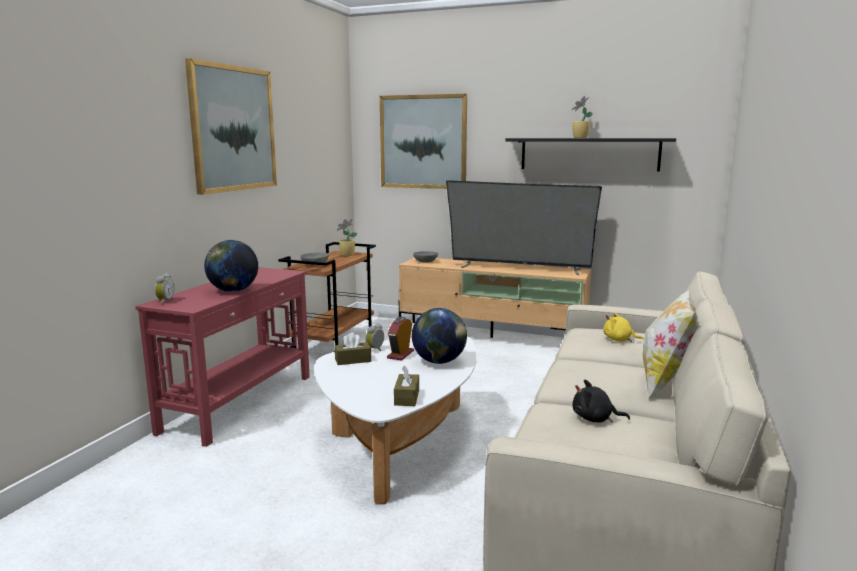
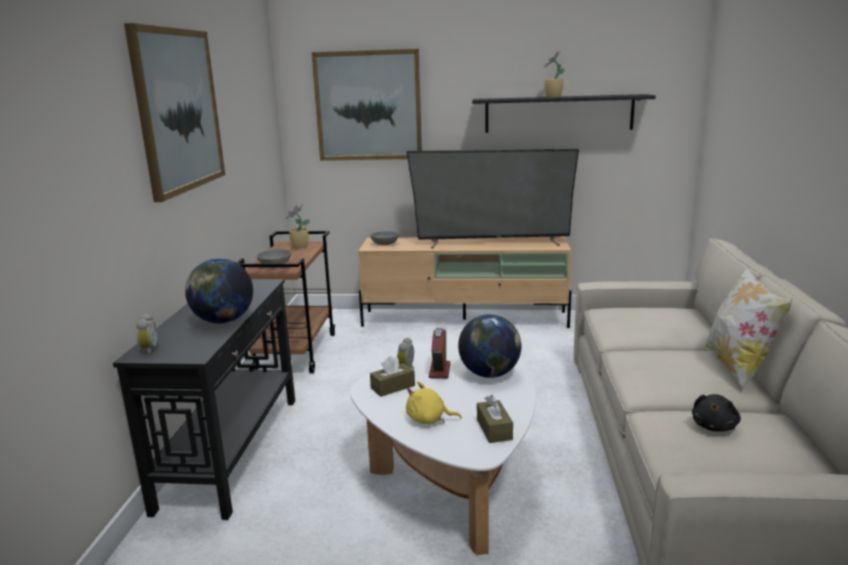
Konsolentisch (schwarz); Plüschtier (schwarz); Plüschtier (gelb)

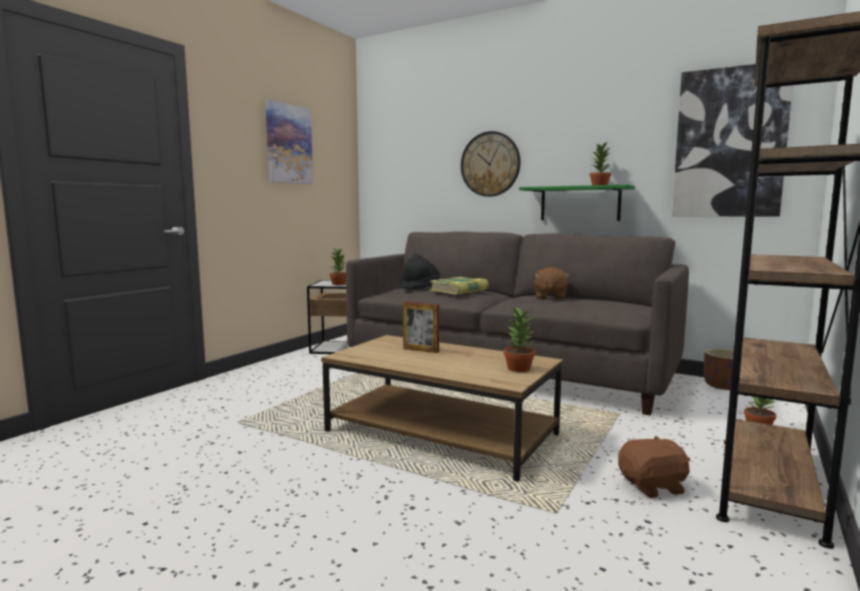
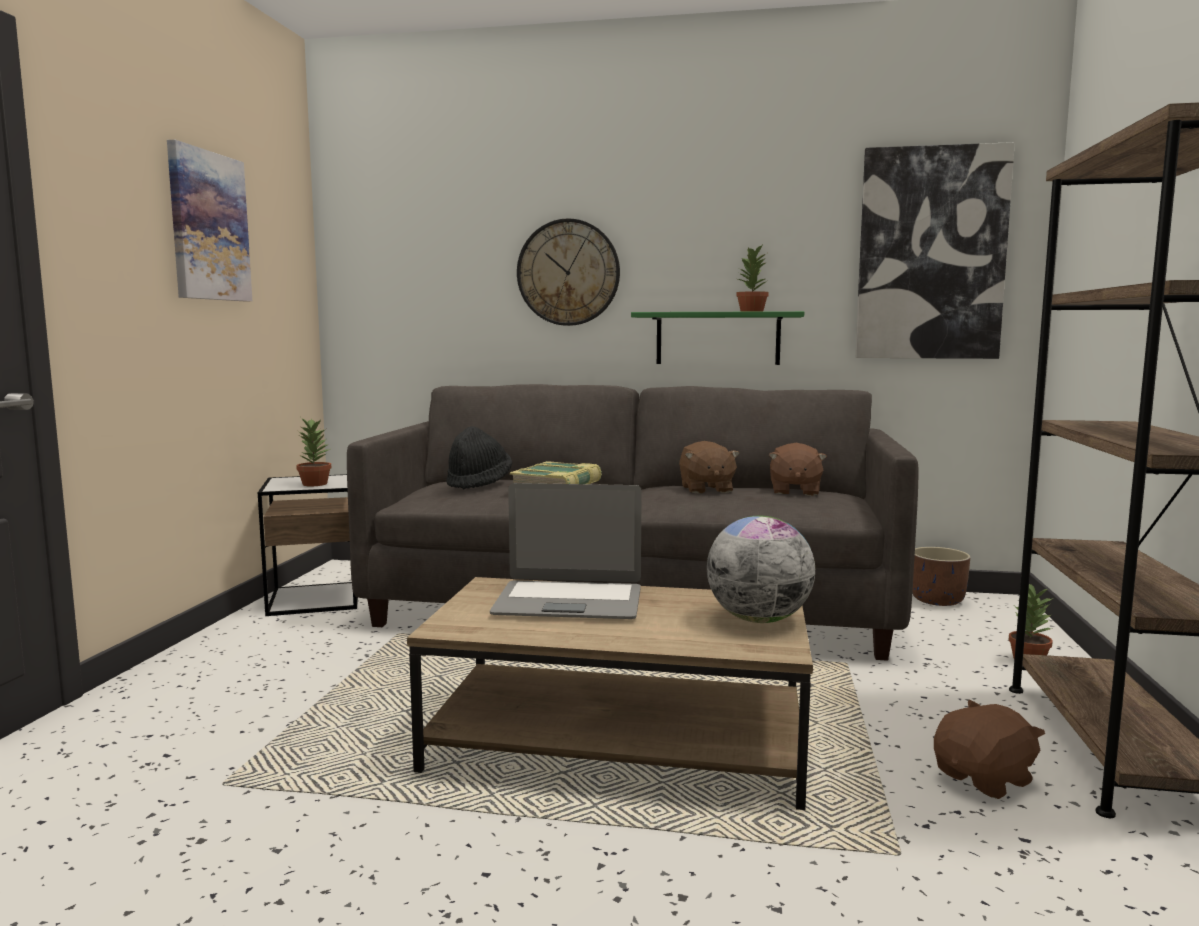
Laptop; Globus; Plüschtier (braun) (2nd from left)

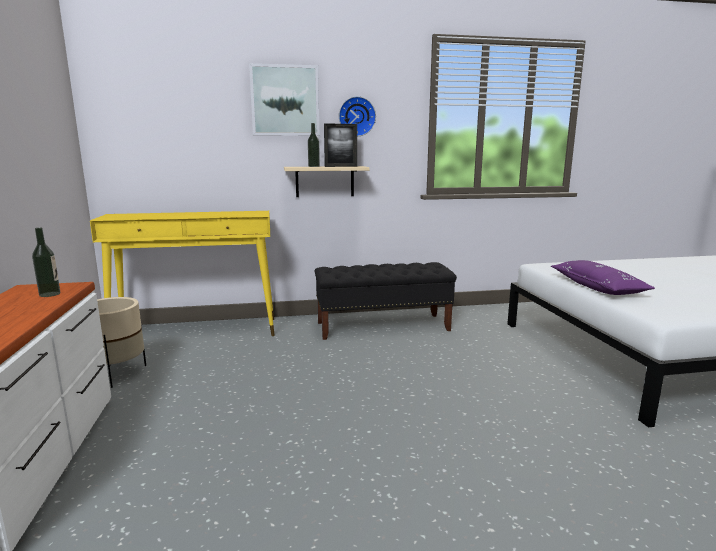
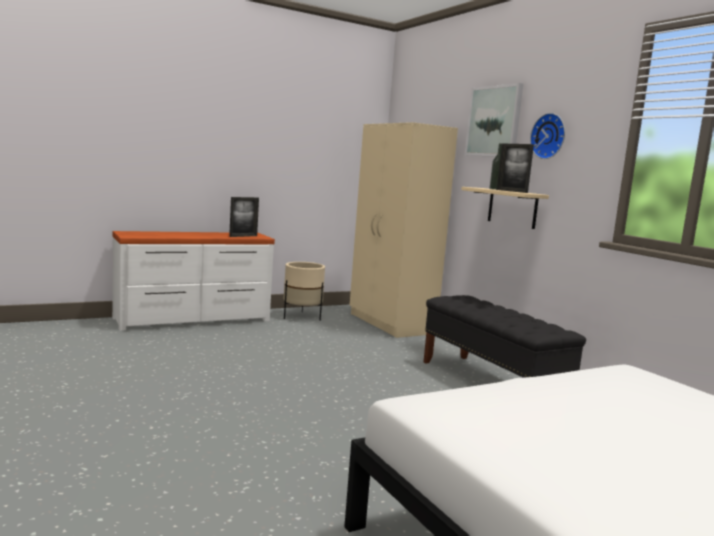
Bilderrahmen (1st from left); Kleiderschrank (beige); Kissen (lila)

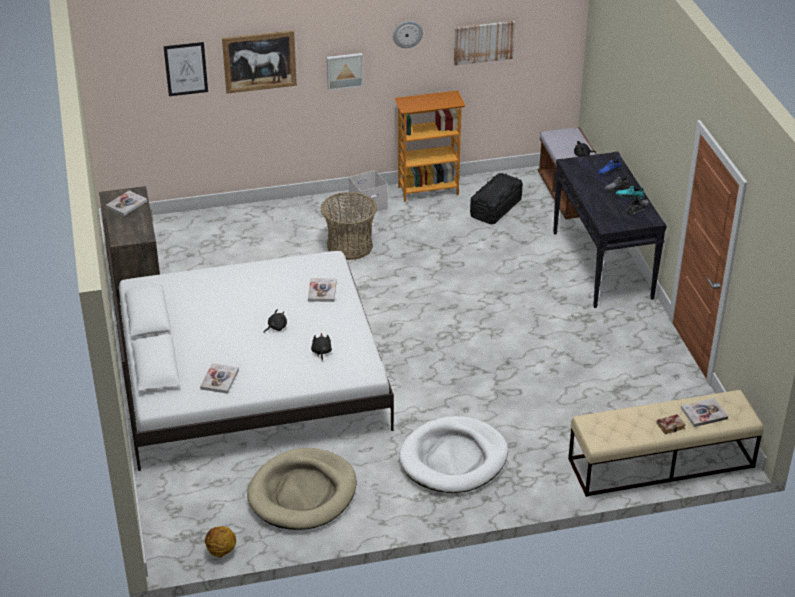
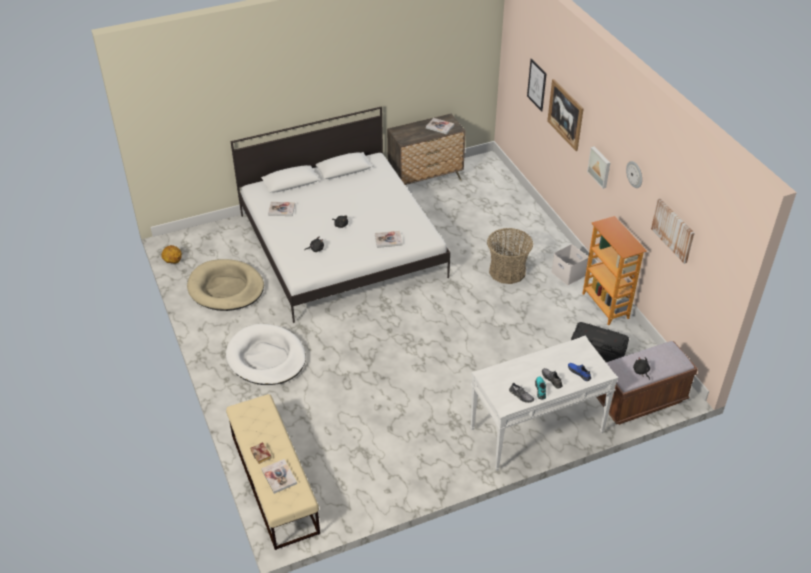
Konsolentisch (weiß)

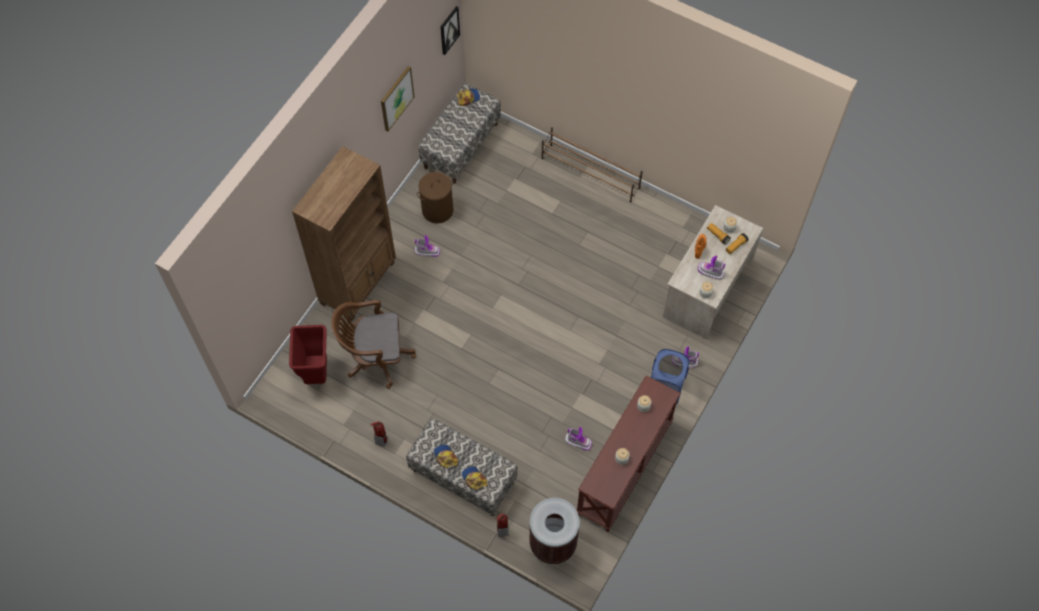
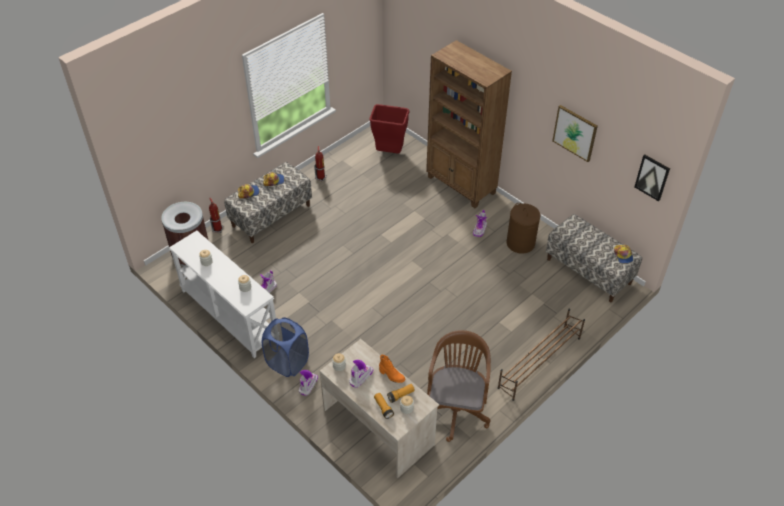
Bürostuhl (braun); Konsolentisch (weiß)

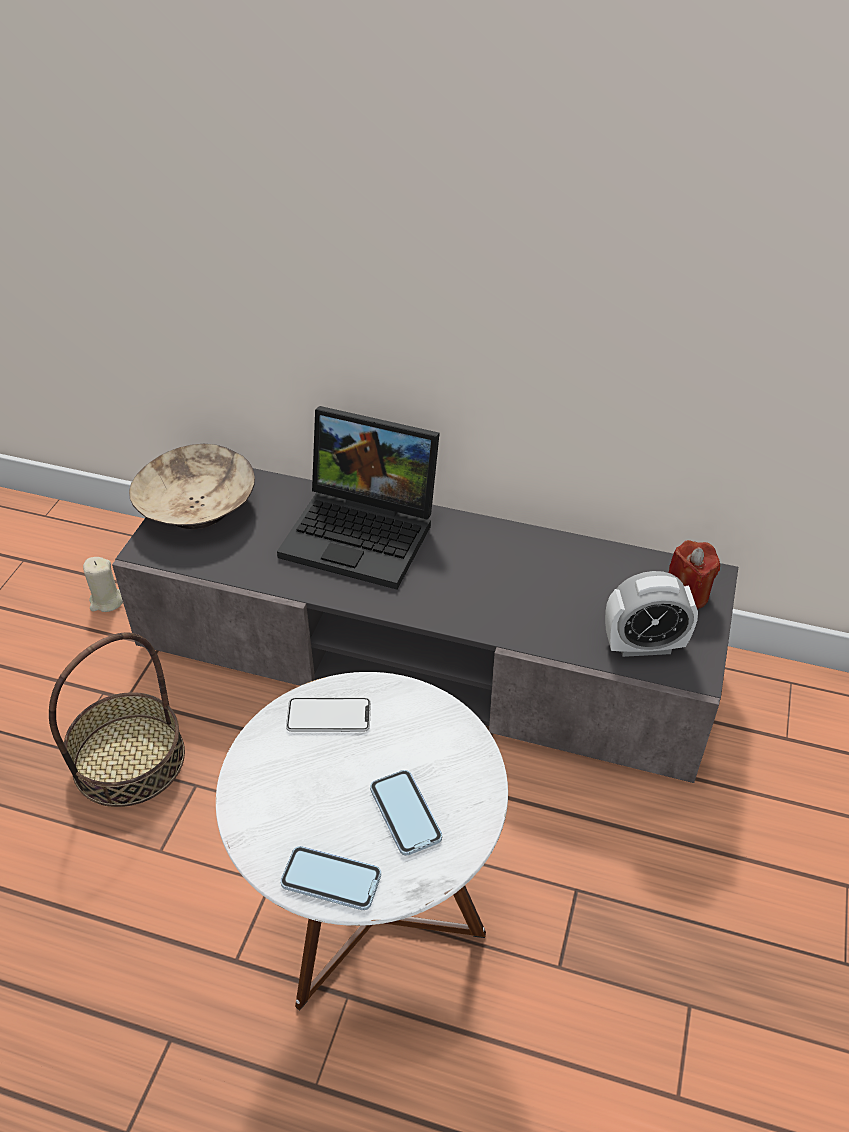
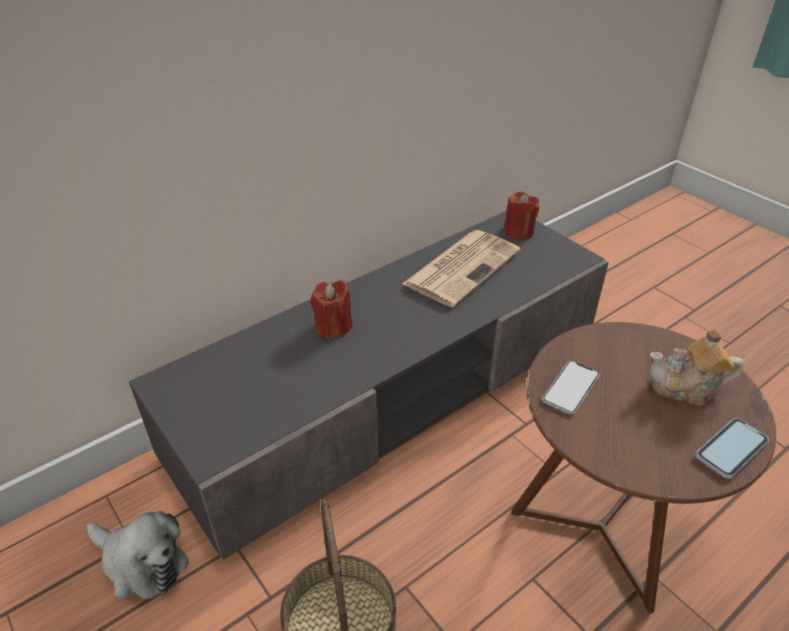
Plüschtier; Schüssel (beige); Beistelltisch (braun); Kerze (rot) (1st from left); Teekanne; Wecker; Zeitung

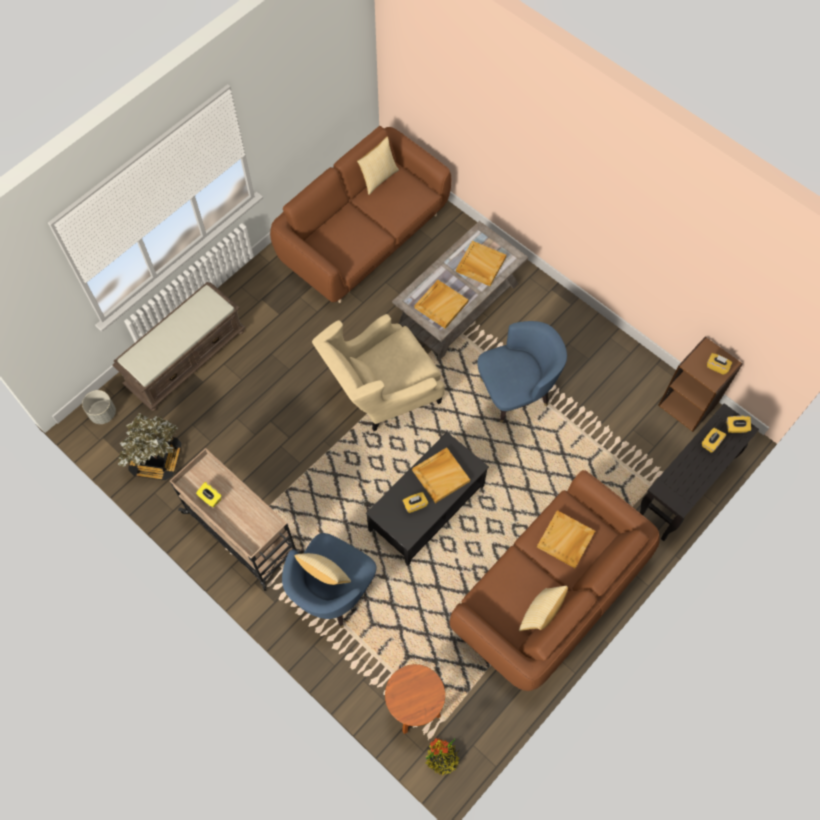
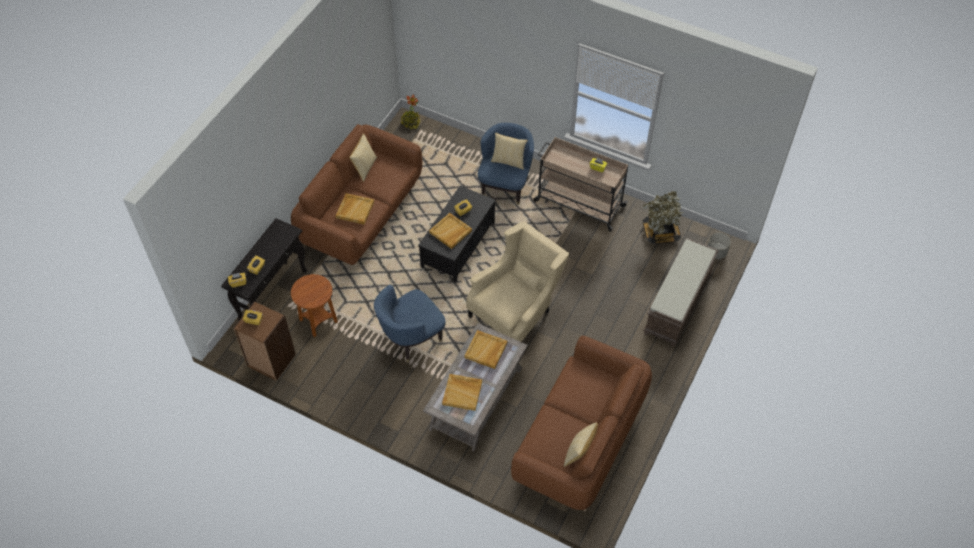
Beistelltisch (braun)

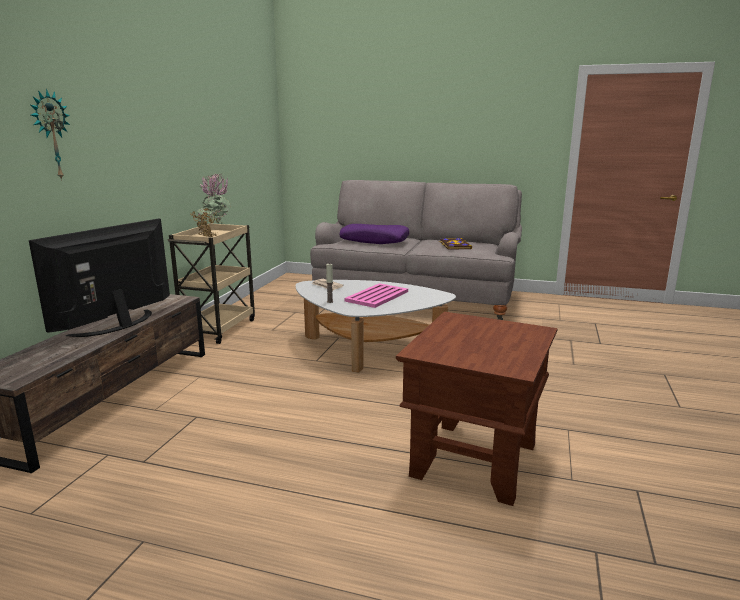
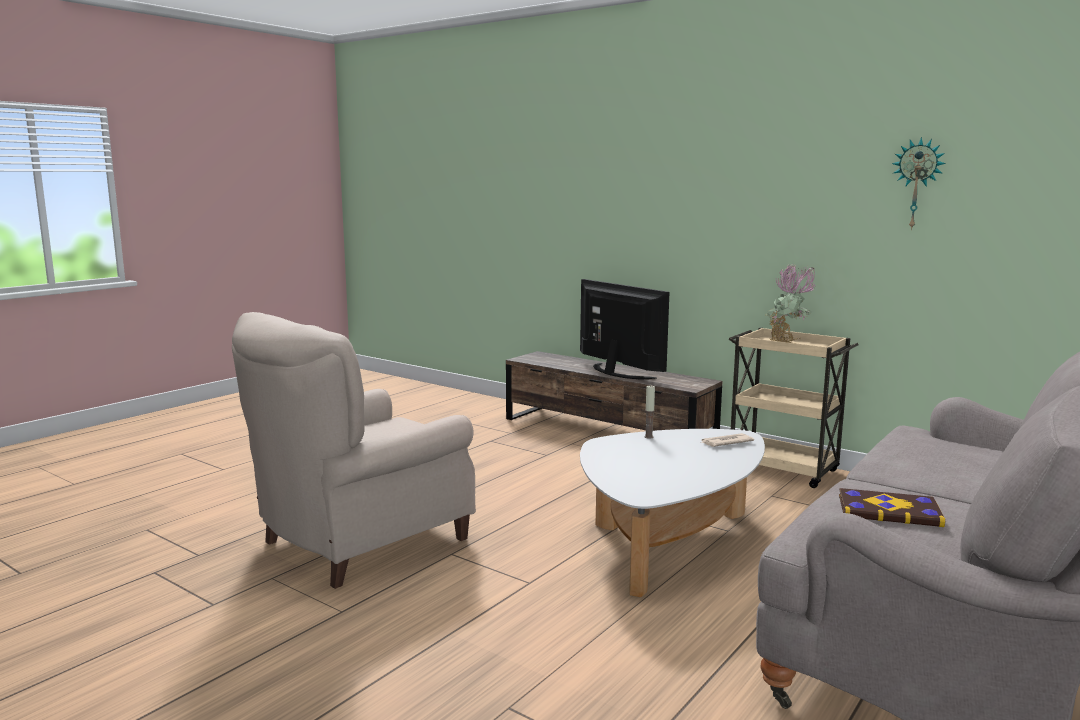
Wanduhr; Kissen (lila); Tablett (rosa); Sessel (beige)

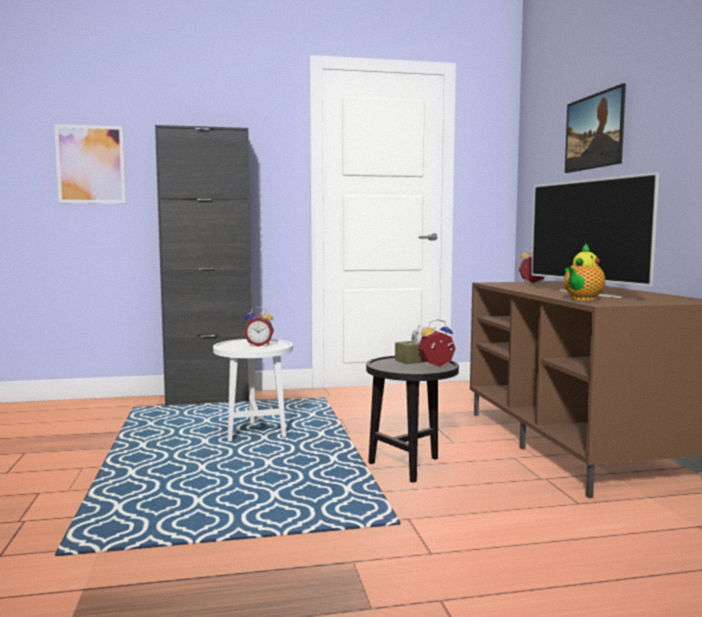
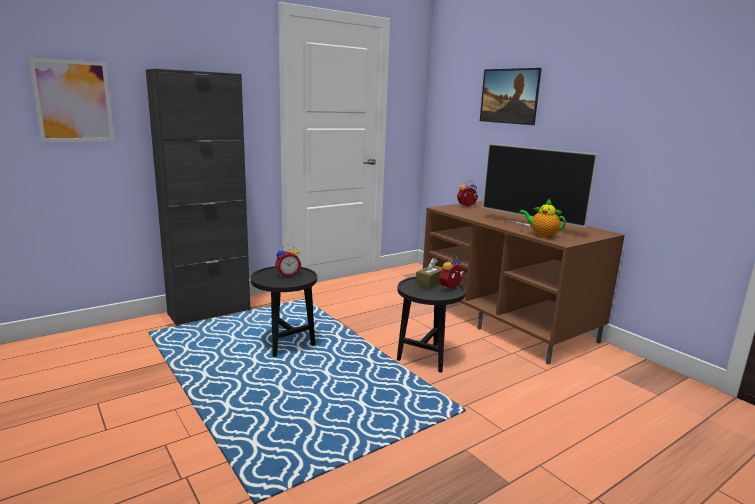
Beistelltisch (schwarz) (1st from left); Teekanne

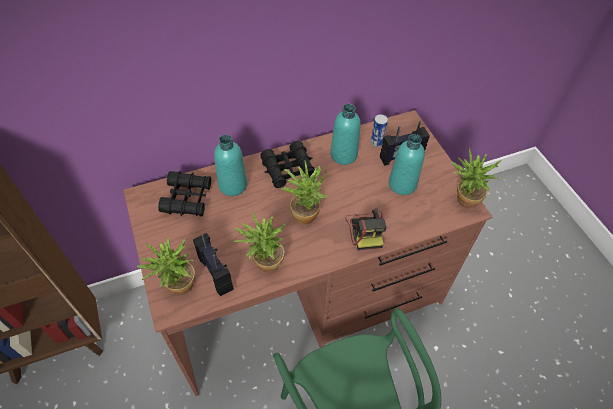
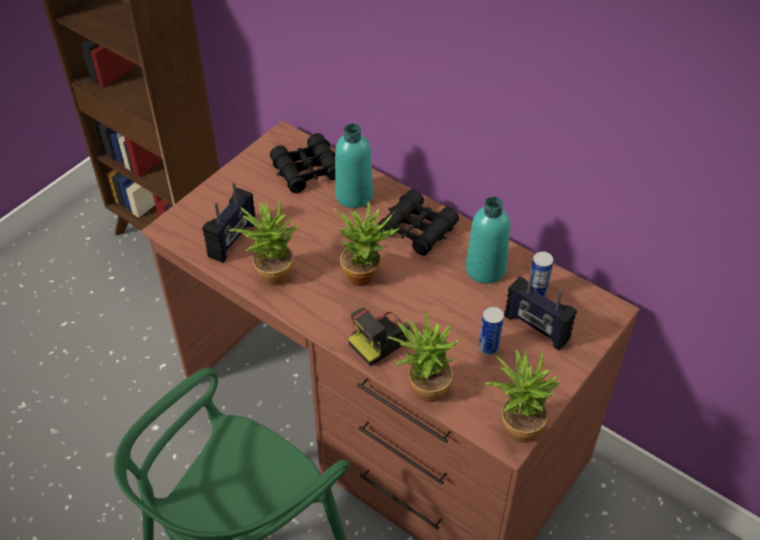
Topfpflanze (3rd from left); Dose (1st from left)

